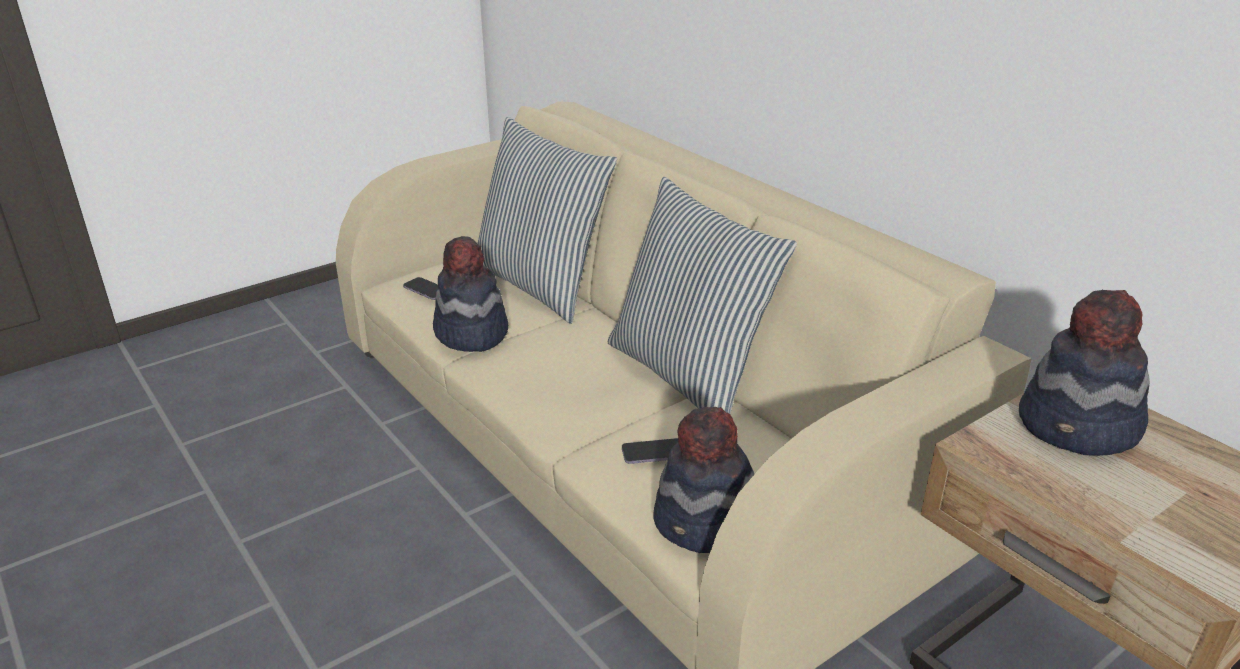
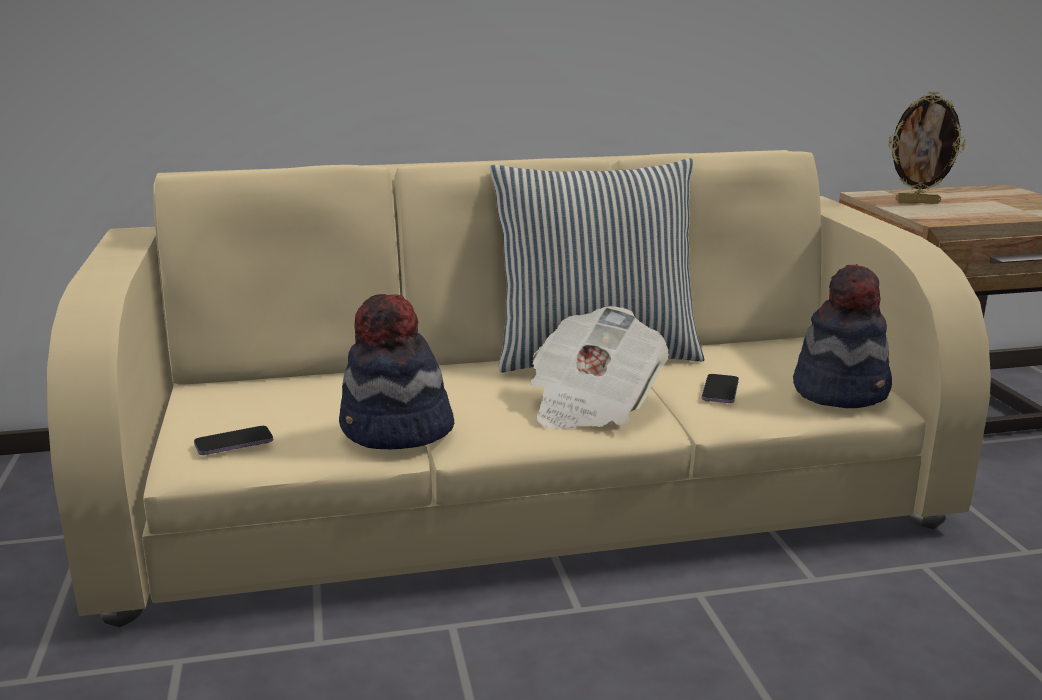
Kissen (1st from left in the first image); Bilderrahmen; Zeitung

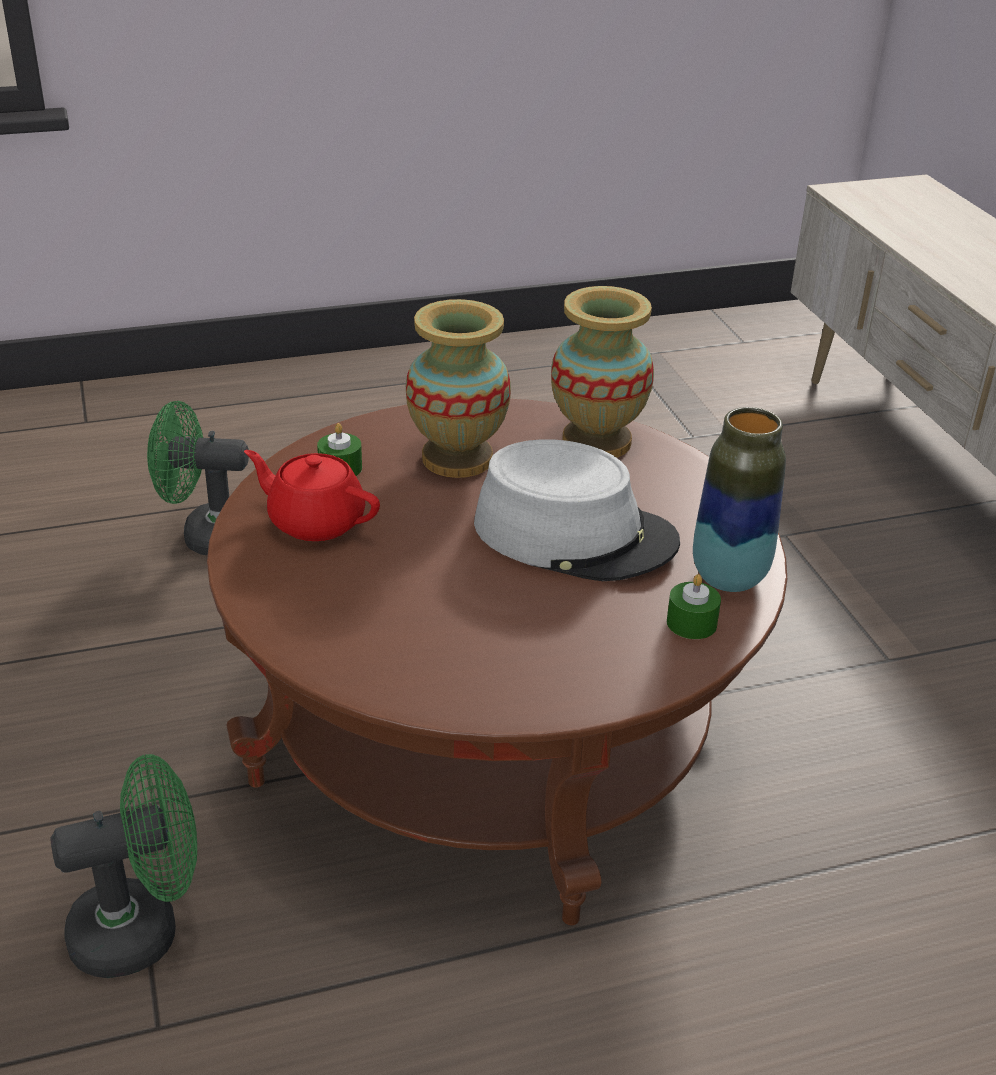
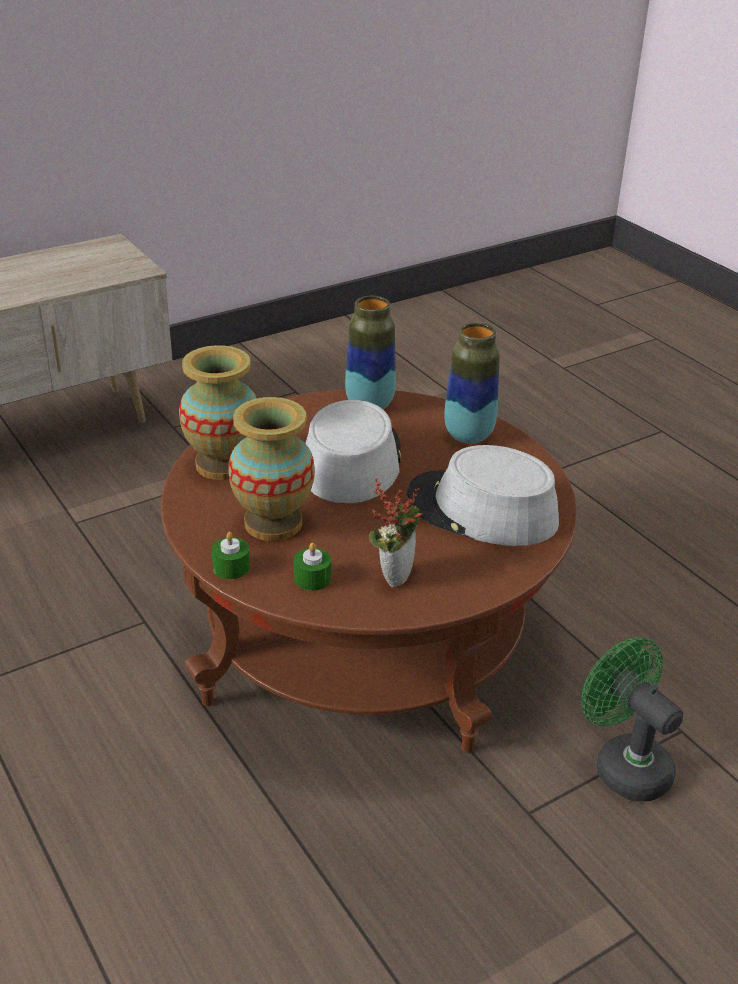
Ventilator (grün) (2nd from left in the first image); Topfpflanze; Kerze (grün) (1st from left); Hut (grau) (2nd from left); Vase (4th from left)

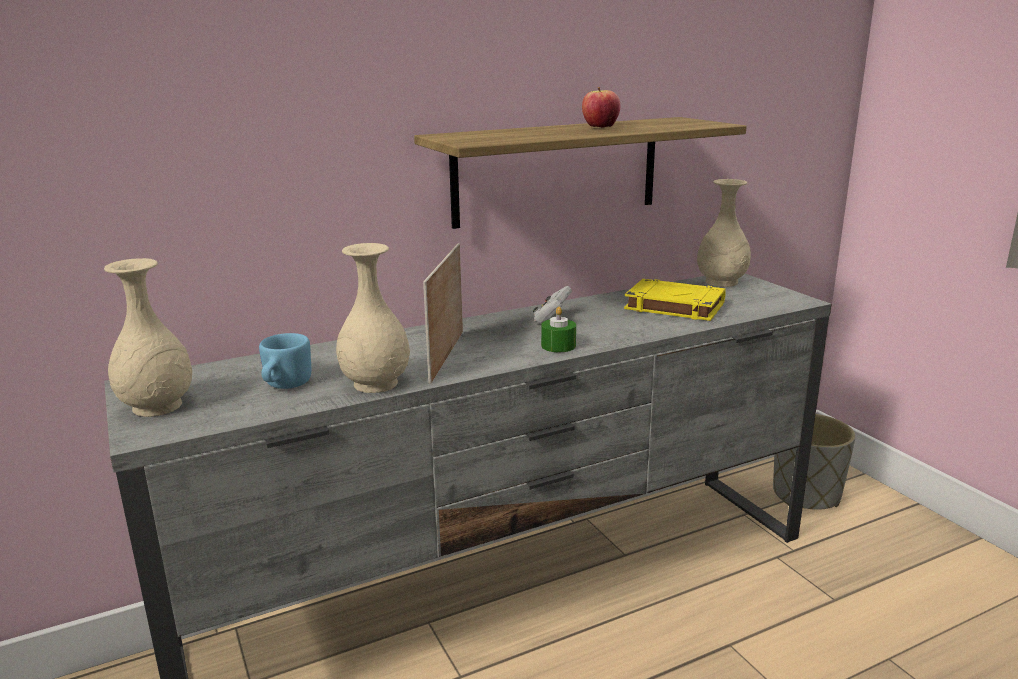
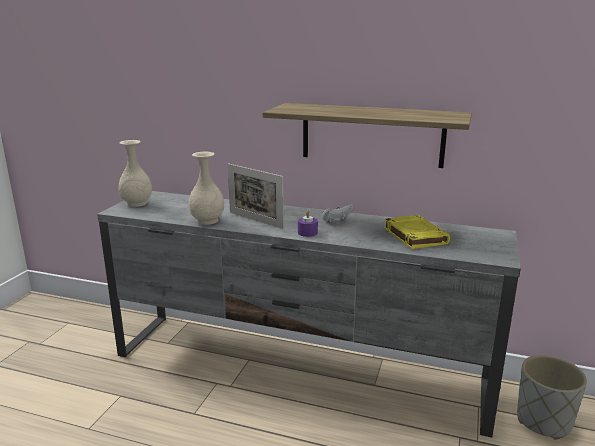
Henkelbecher (blau); Bilderrahmen; Kerze (lila); Apfel; Vase (beige) (3rd from left in the first image)

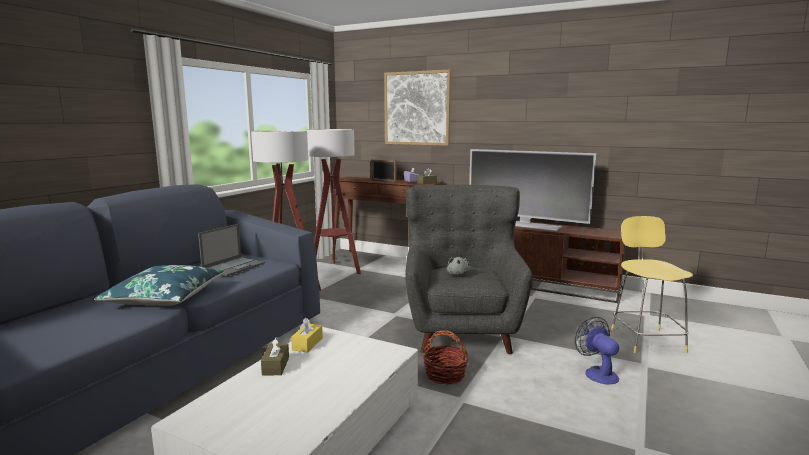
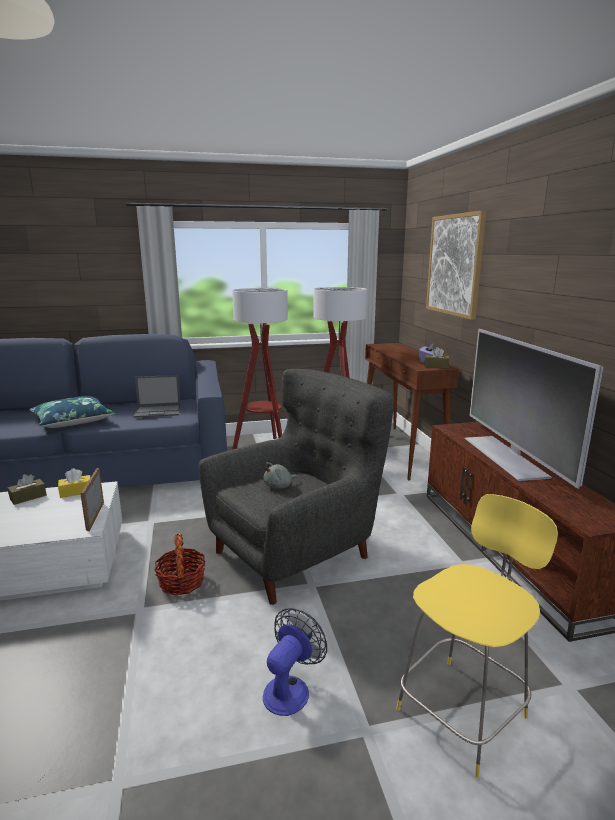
Bilderrahmen

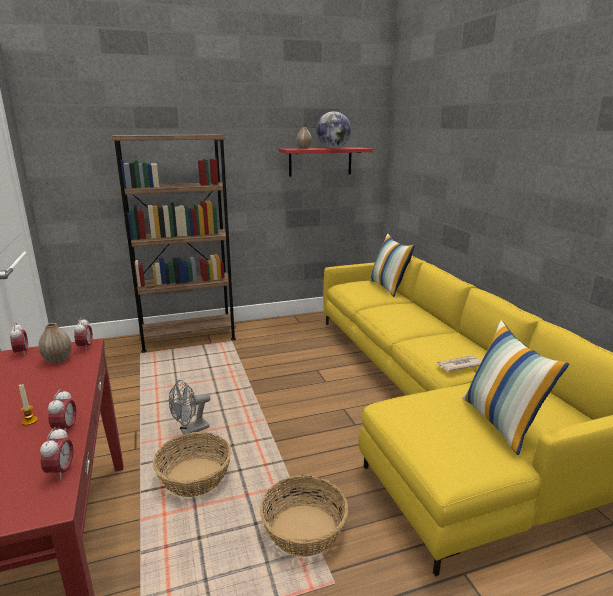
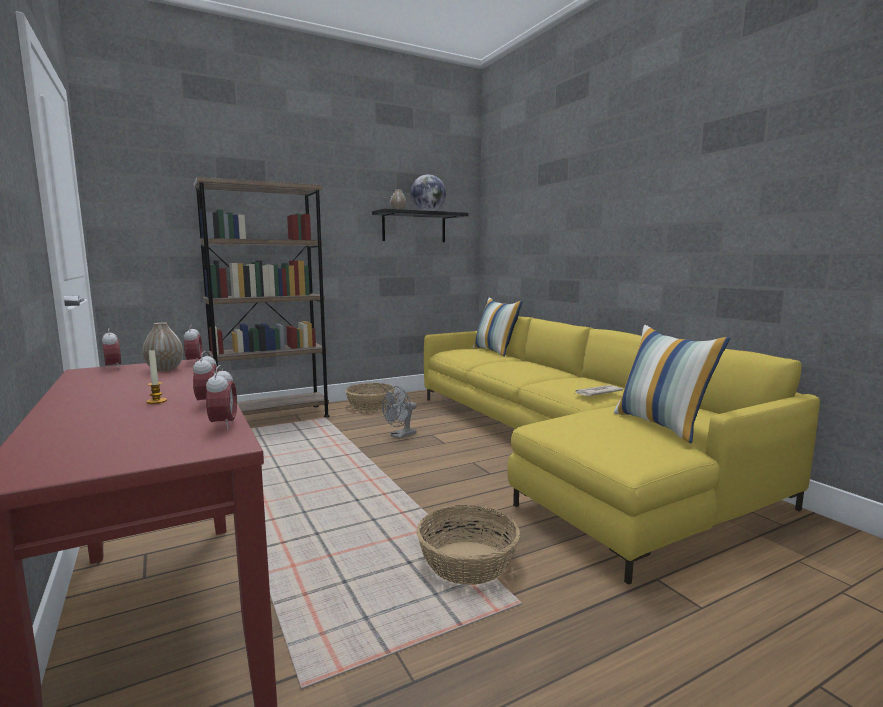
Korb (1st from left); Ventilator (grau); Wandregal (schwarz)

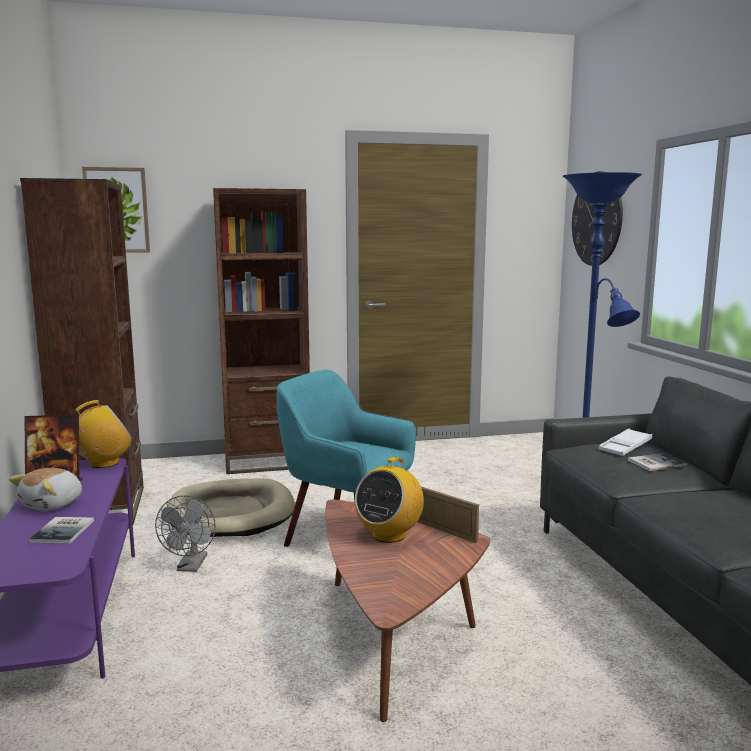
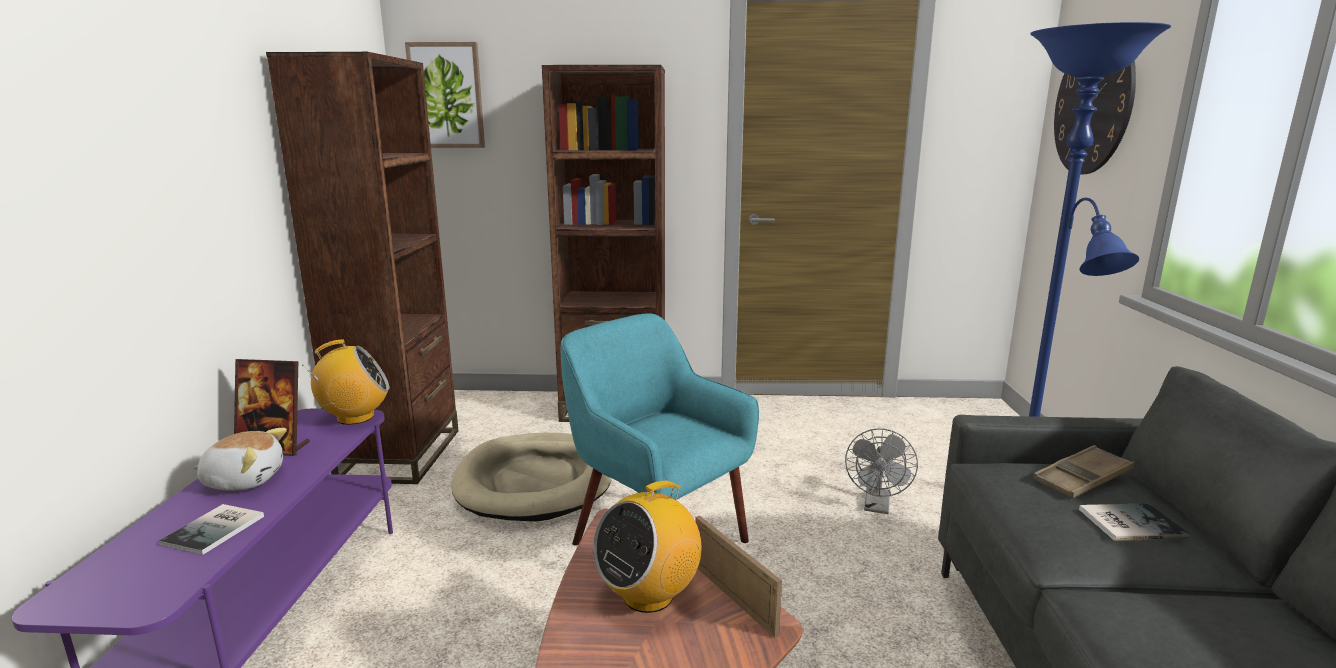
Plüschtier; Ventilator (grau); Tablett (braun)

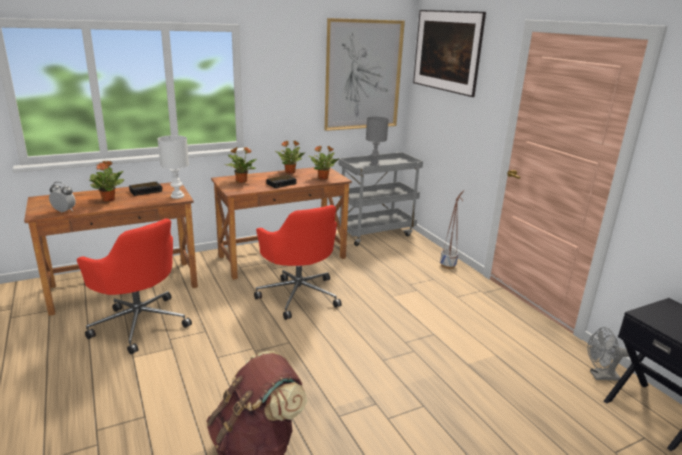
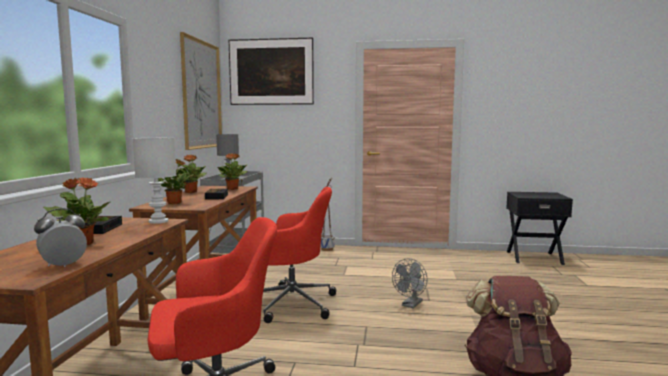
Ventilator (grau)

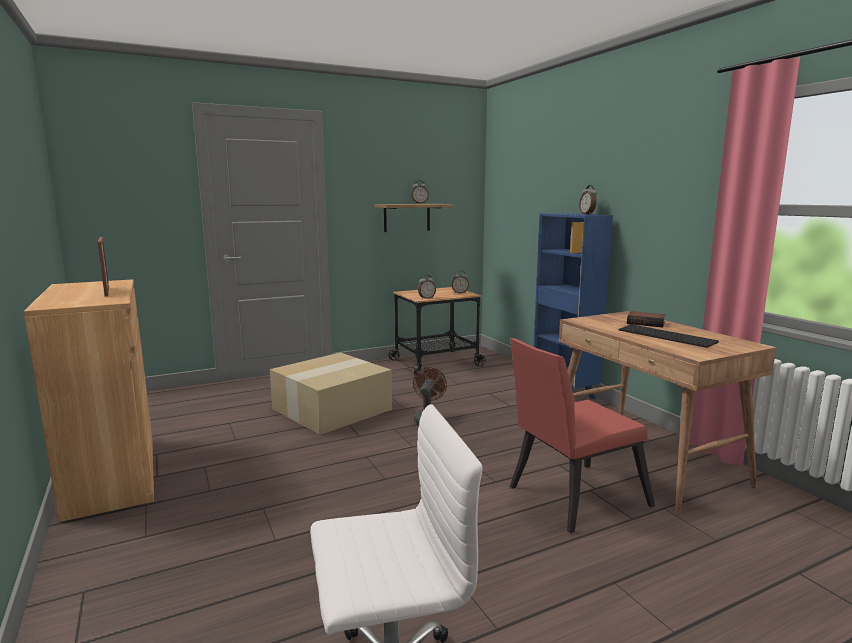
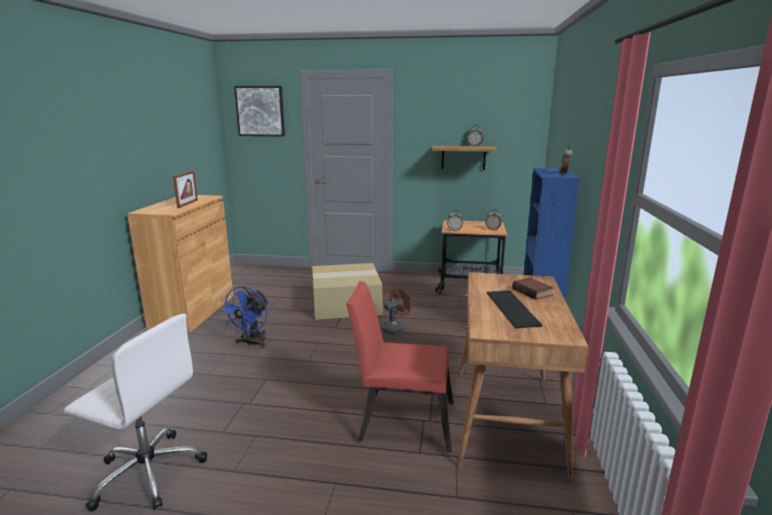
Ventilator (blau); Bild

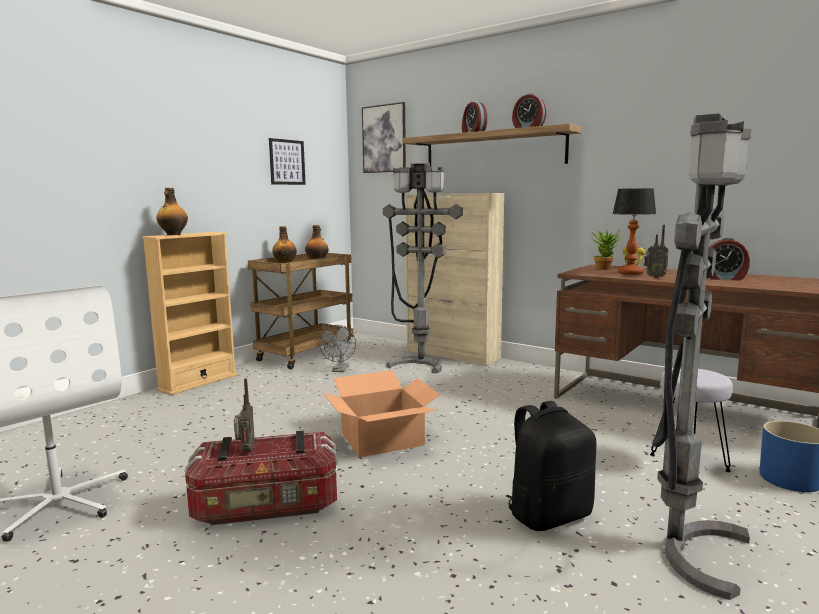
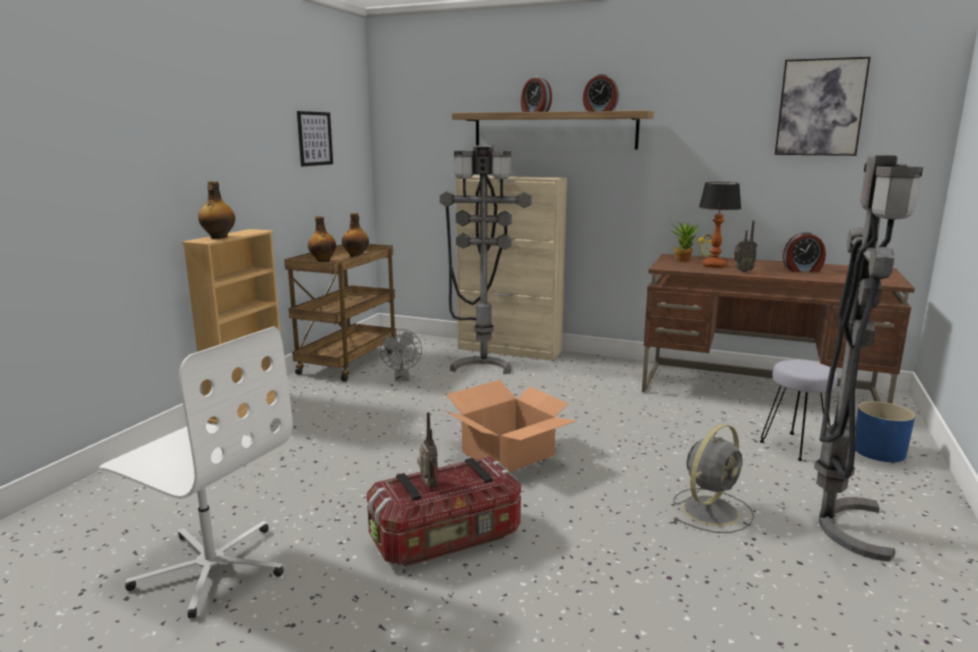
Bild (2nd from left); Ventilator (grau) (2nd from left)

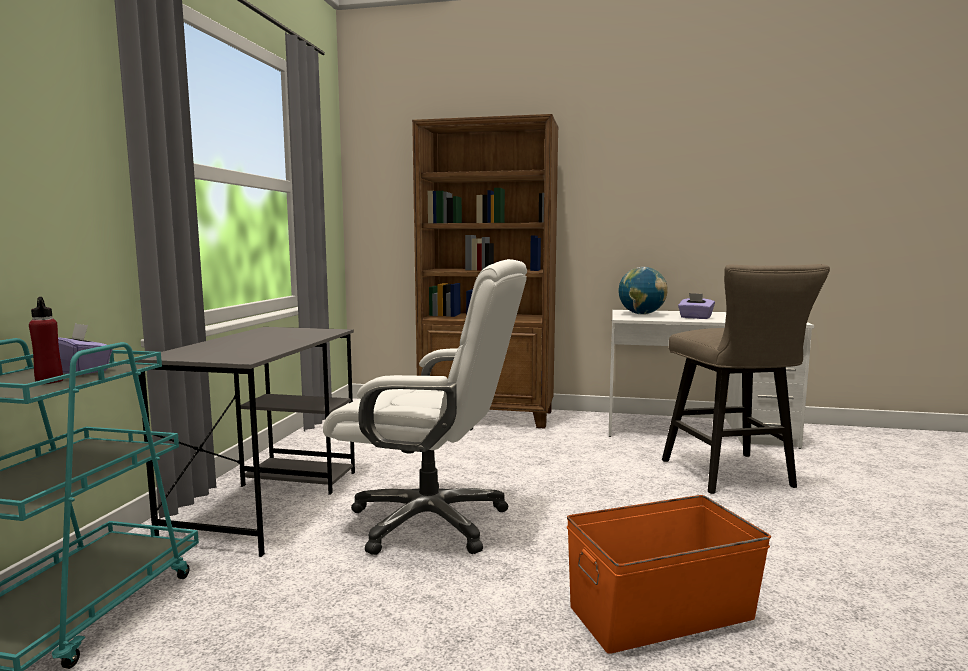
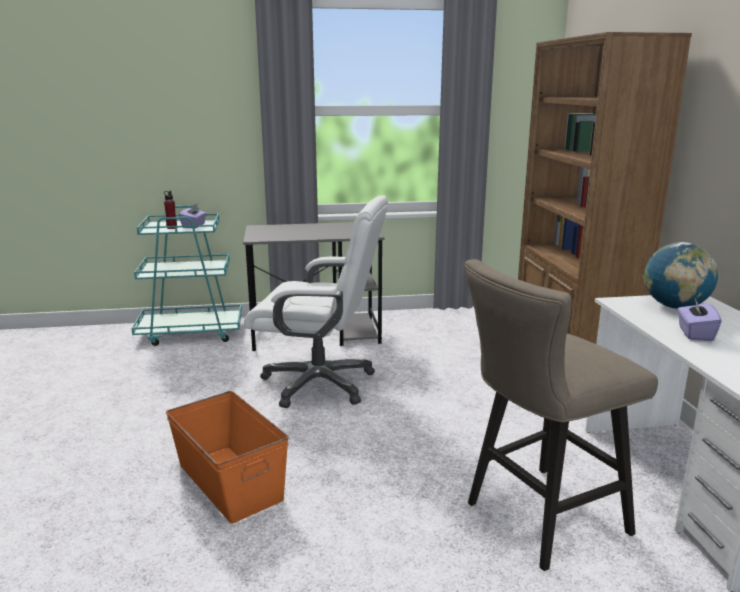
Bürostuhl (weiß)

